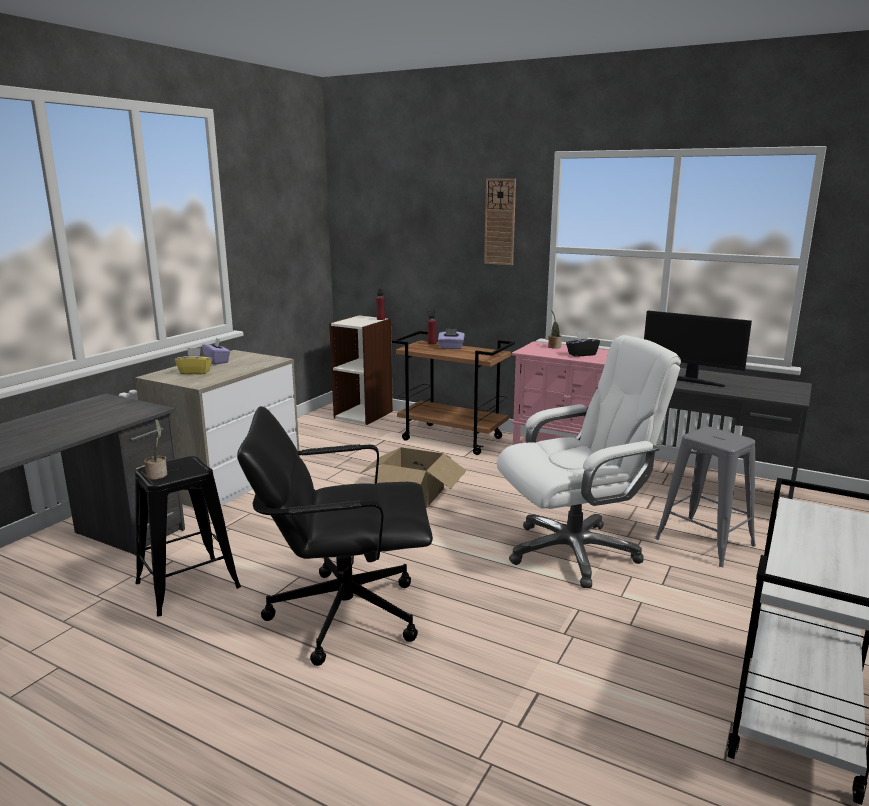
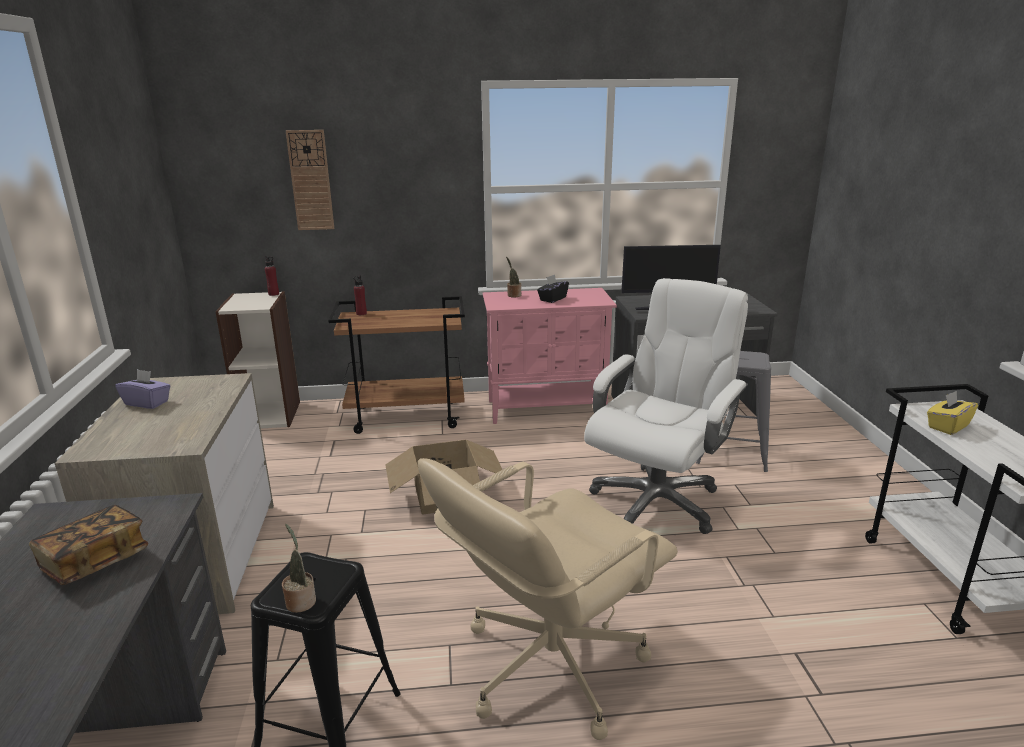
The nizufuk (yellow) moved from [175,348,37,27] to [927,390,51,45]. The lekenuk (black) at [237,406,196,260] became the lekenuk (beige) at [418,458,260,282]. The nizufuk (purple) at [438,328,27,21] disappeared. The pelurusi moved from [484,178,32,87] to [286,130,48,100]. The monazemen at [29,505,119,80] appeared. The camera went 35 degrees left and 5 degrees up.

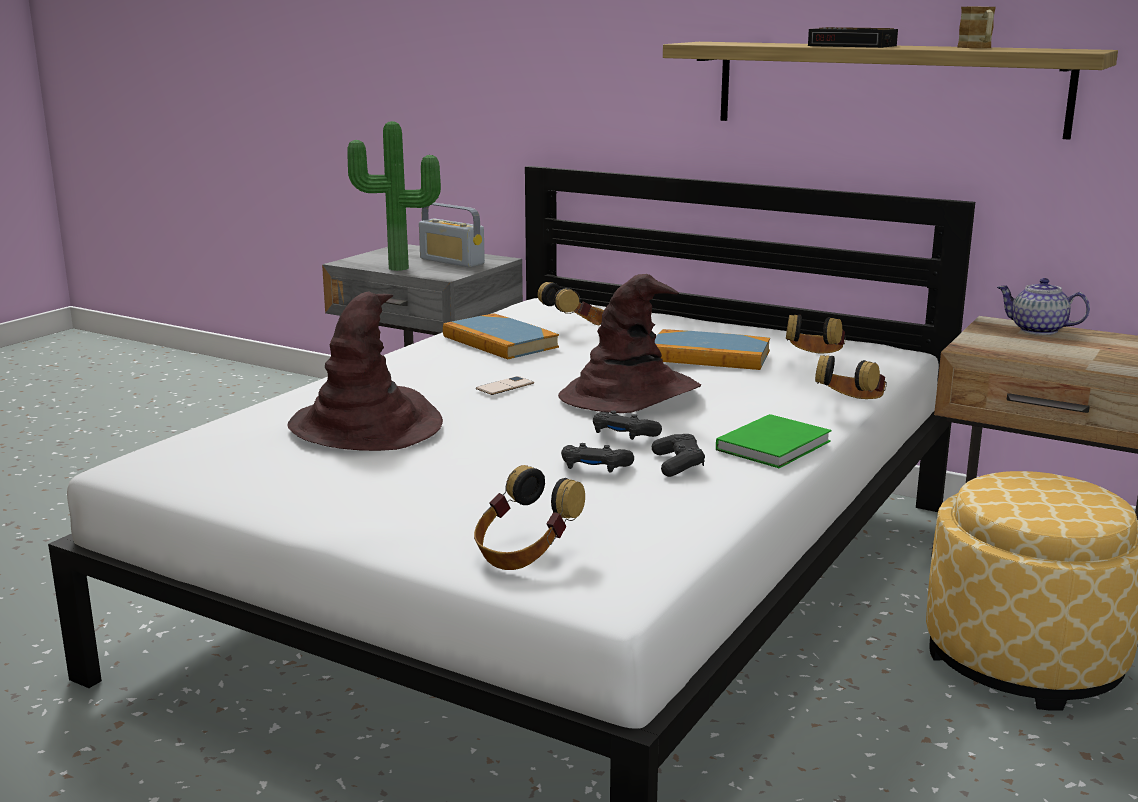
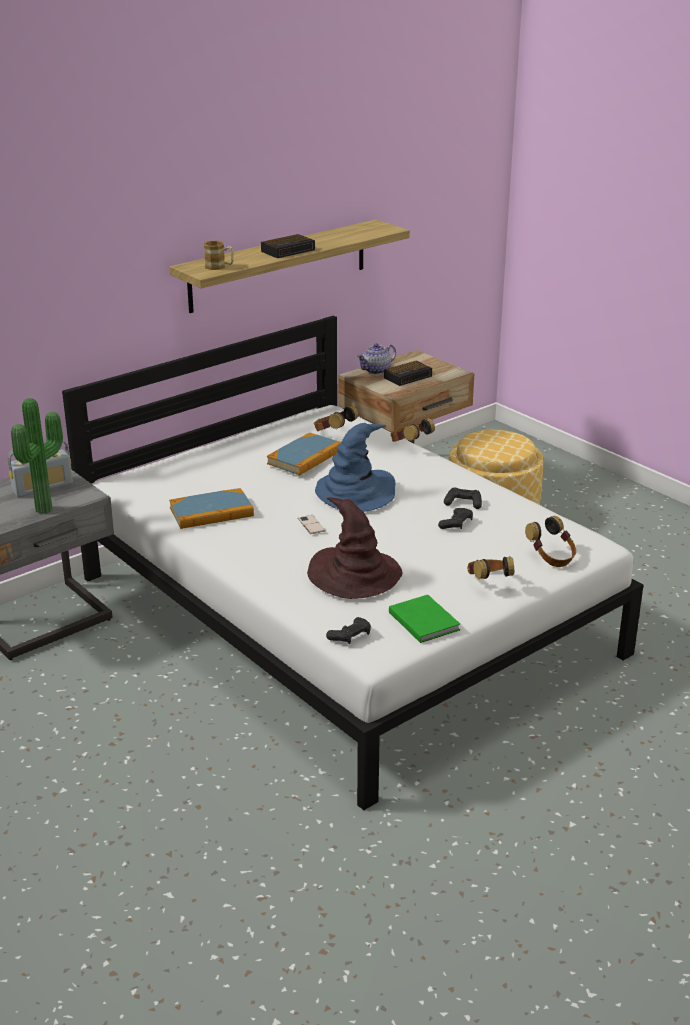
The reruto moved from [537,282,67,43] to [467,556,47,23]. The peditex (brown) at [558,274,143,139] became the peditex (blue) at [315,423,80,89]. The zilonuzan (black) moved from [593,411,69,29] to [326,617,45,27]. The monazemen (green) moved from [716,414,115,54] to [389,595,71,48]. The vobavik moved from [957,7,39,41] to [204,241,30,29]. The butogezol at [384,361,48,25] appeared. The camera went 70 degrees left and 10 degrees up.

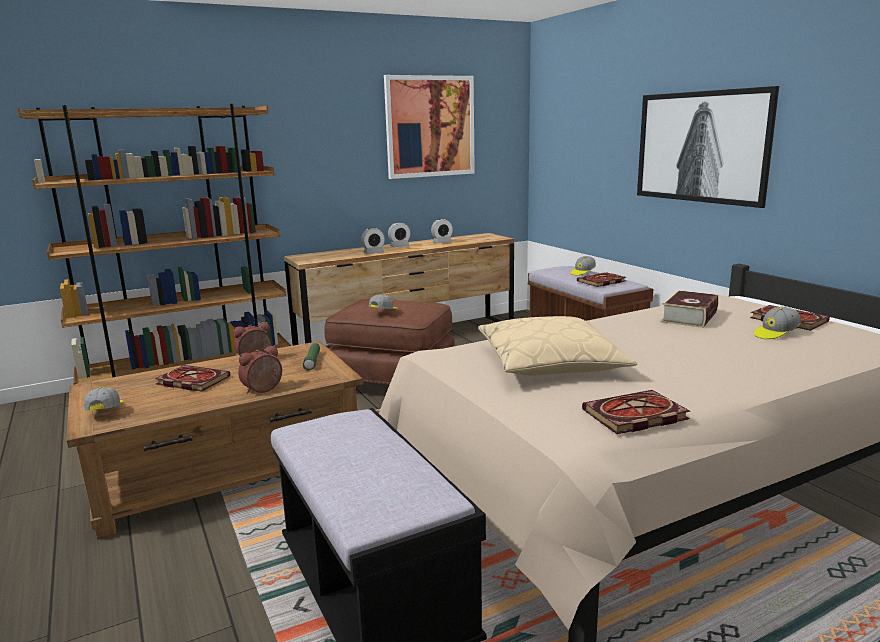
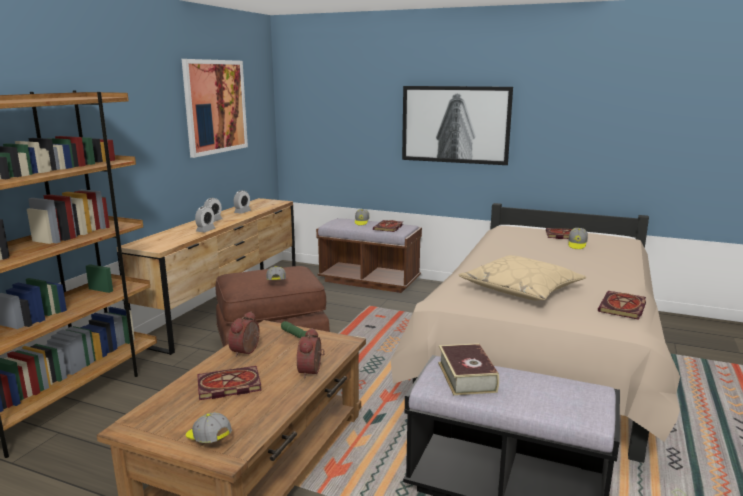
The monazemen moved from [661,290,58,38] to [438,343,61,52]. The camera went 40 degrees left and 0 degrees up.

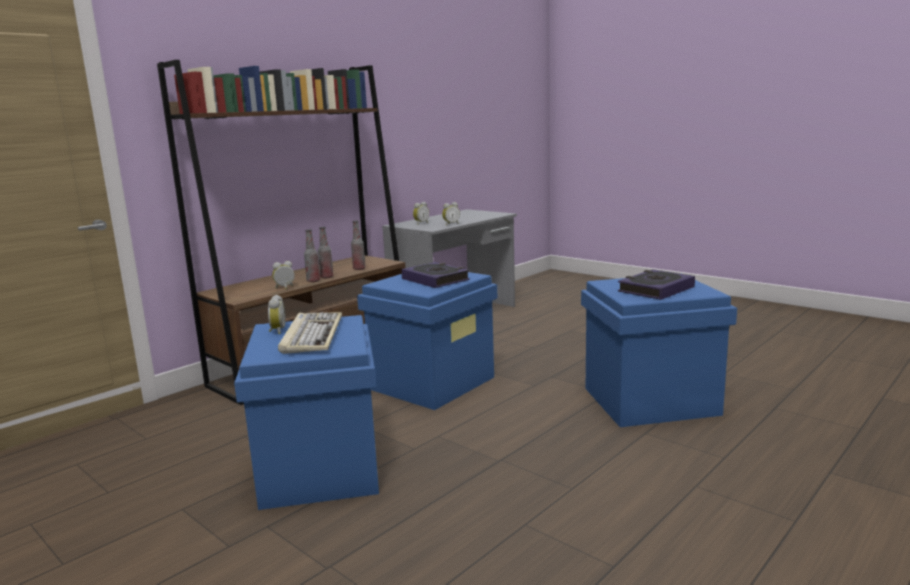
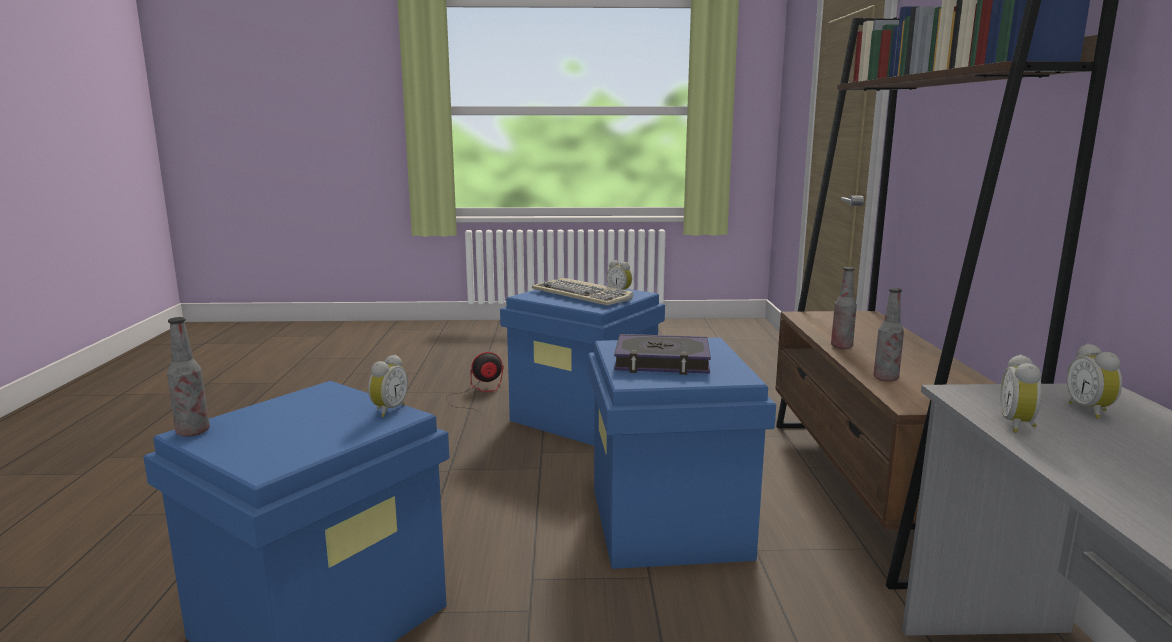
The butogezol moved from [272,261,23,28] to [368,354,40,63]. The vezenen moved from [318,227,16,51] to [167,317,43,120]. The monazemen at [618,269,77,31] disappeared. The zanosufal at [446,352,58,64] appeared. The camera went 135 degrees right and 0 degrees up.

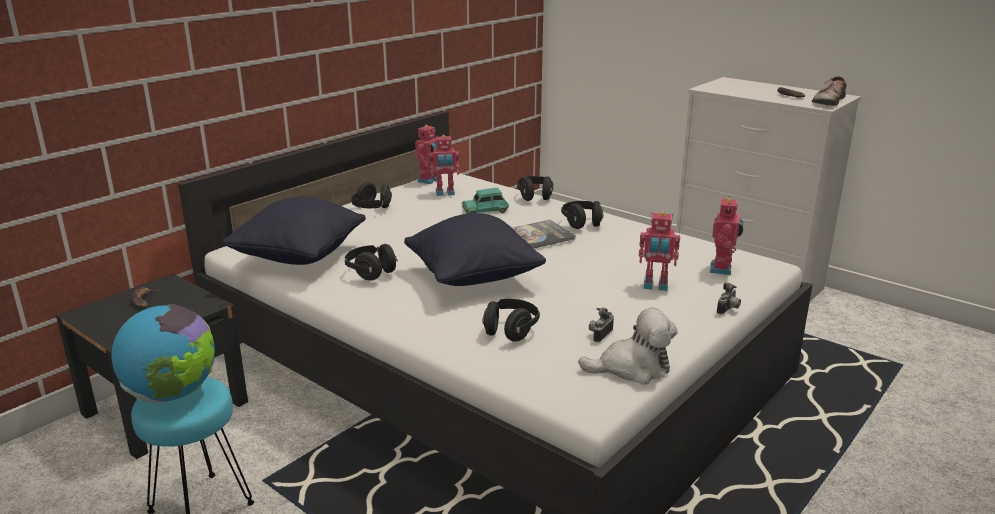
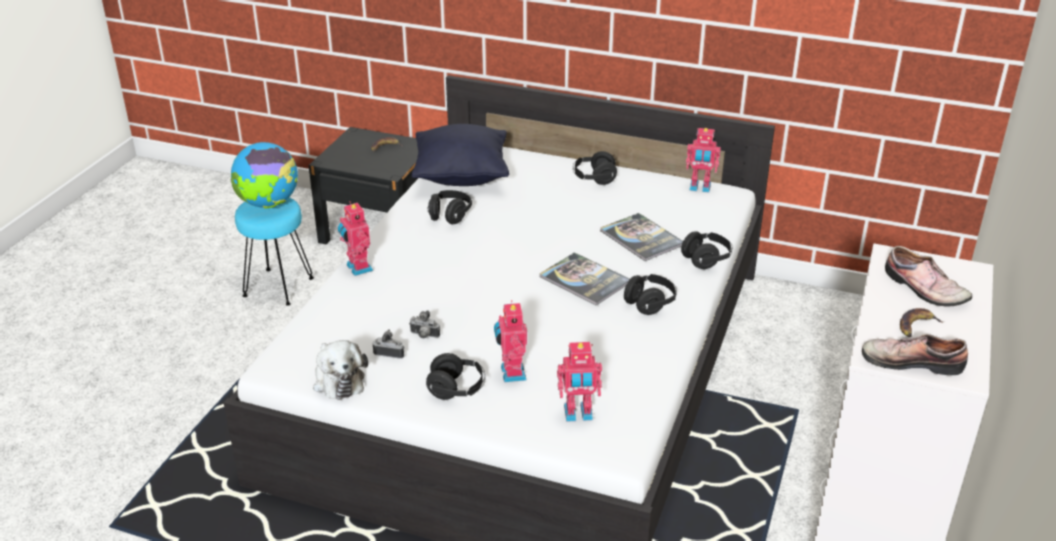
The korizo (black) at [404,213,142,73] disappeared. The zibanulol moved from [429,135,31,61] to [338,201,35,75]. The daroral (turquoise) at [462,188,47,26] was replaced by the monazemen at [600,213,83,48]. The reruto (black) moved from [483,299,57,43] to [426,353,59,47]. The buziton moved from [717,283,24,31] to [409,310,31,28]. The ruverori at [885,246,87,60] appeared. The camera went 70 degrees right and 10 degrees up.

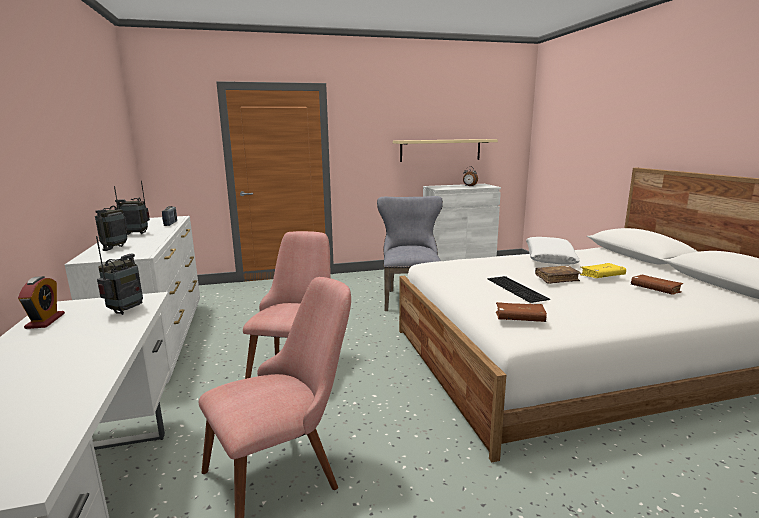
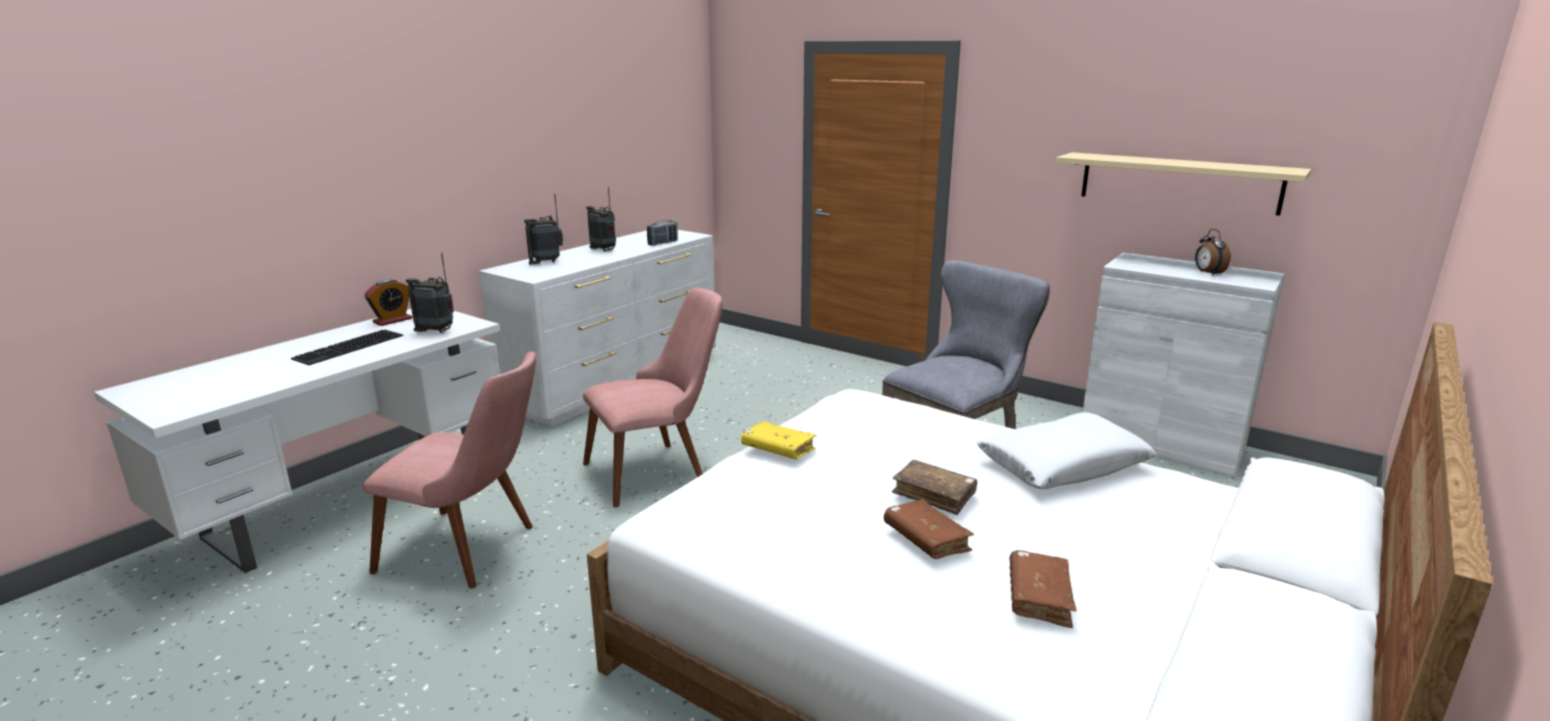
The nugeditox at [96,236,47,79] turned 150 degrees counterclockwise. The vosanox moved from [487,276,63,27] to [291,330,112,35]. The monazemen (brown) moved from [496,302,51,20] to [884,499,90,60]. The monazemen (yellow) moved from [580,263,46,15] to [741,421,75,38]. The camera went 50 degrees right and 5 degrees up.

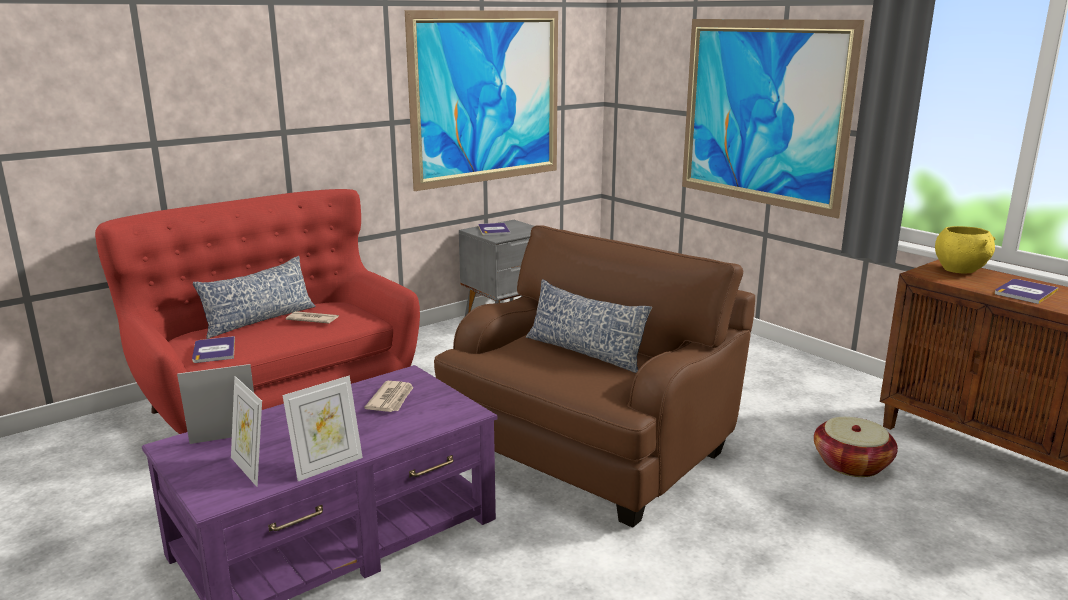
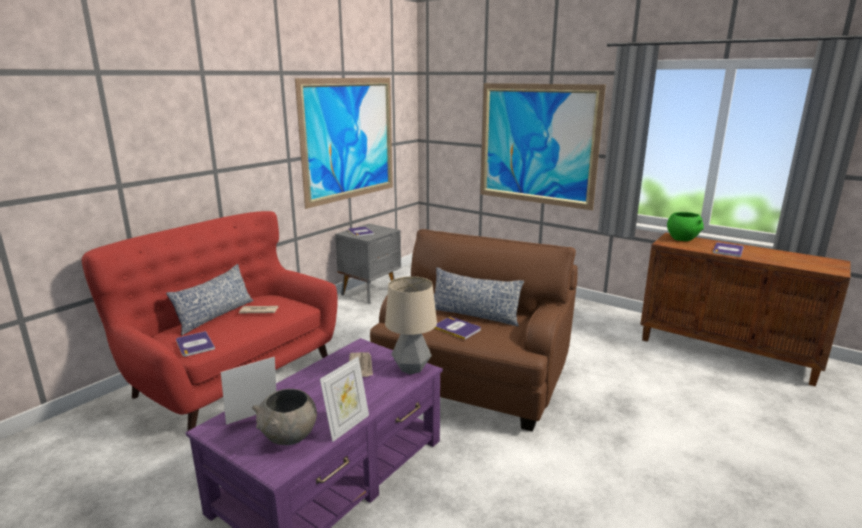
The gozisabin at [231,376,31,111] was replaced by the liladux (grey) at [252,389,65,56]. The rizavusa at [814,417,84,60] disappeared. The liladux (yellow) at [935,226,60,47] became the liladux (green) at [667,212,37,29]. The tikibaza at [385,276,52,99] appeared. The monazemen at [435,317,46,23] appeared. The camera went 15 degrees left and 0 degrees up.

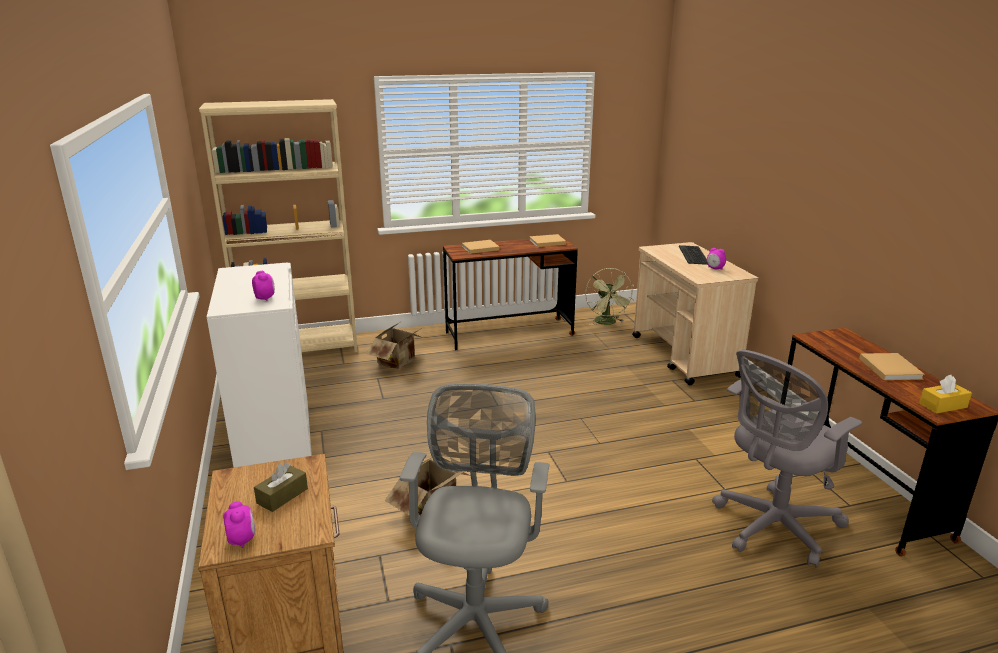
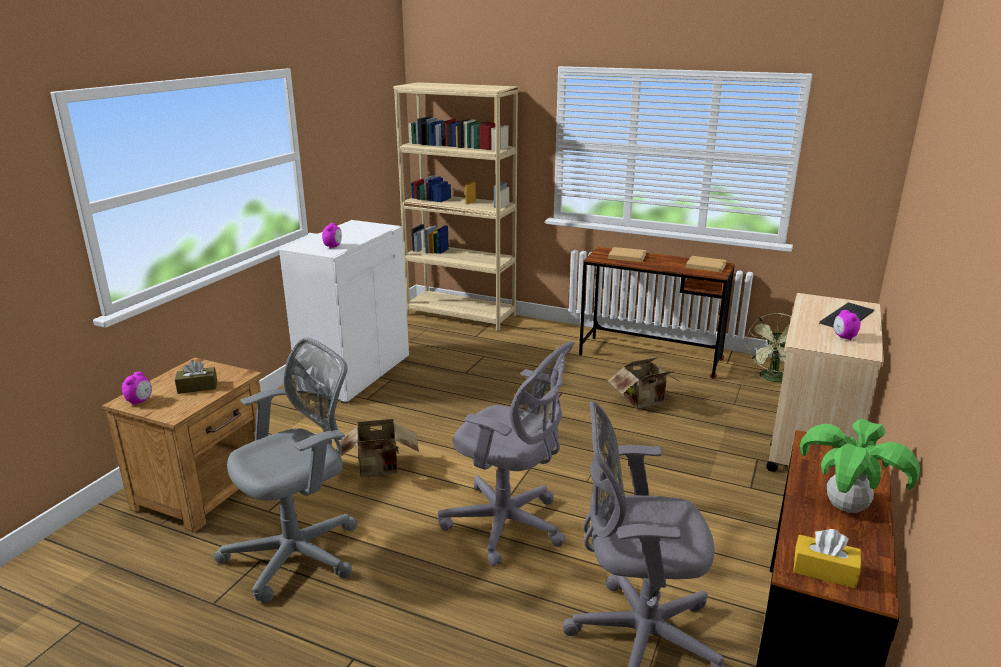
The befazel moved from [366,322,57,47] to [608,357,73,52]. The monazemen (beige) at [859,353,66,27] was replaced by the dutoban at [800,419,120,94]. The lekenuk (grey) at [438,341,137,225] appeared. The camera went 40 degrees right and 0 degrees up.

